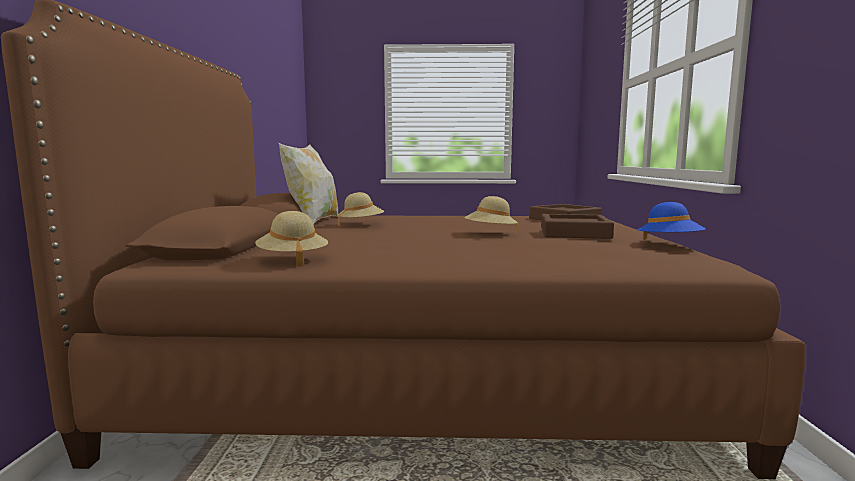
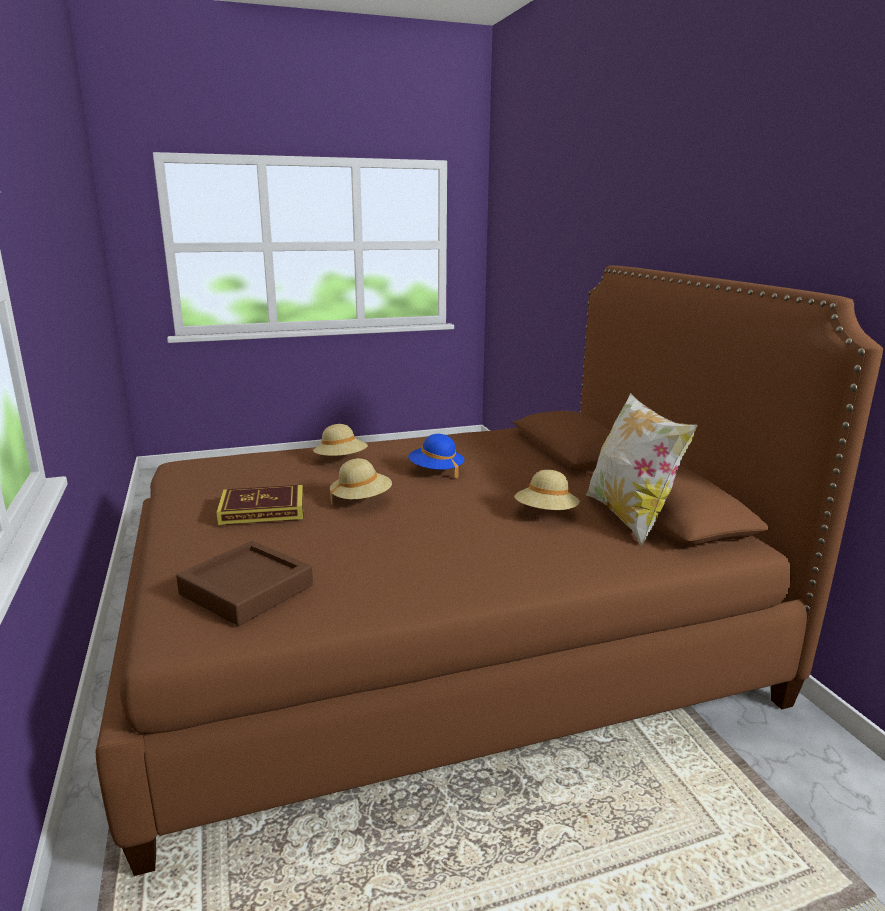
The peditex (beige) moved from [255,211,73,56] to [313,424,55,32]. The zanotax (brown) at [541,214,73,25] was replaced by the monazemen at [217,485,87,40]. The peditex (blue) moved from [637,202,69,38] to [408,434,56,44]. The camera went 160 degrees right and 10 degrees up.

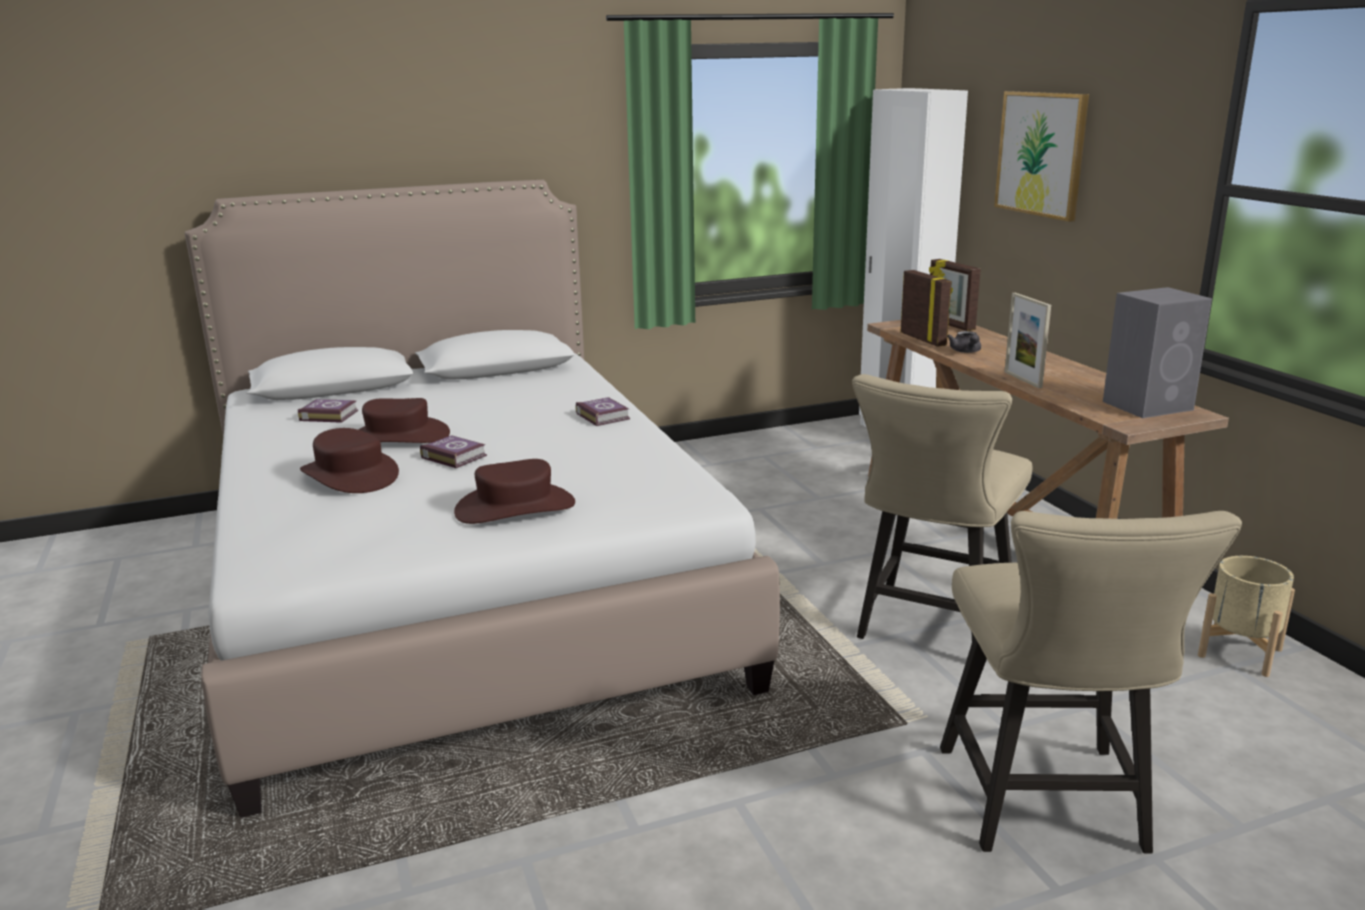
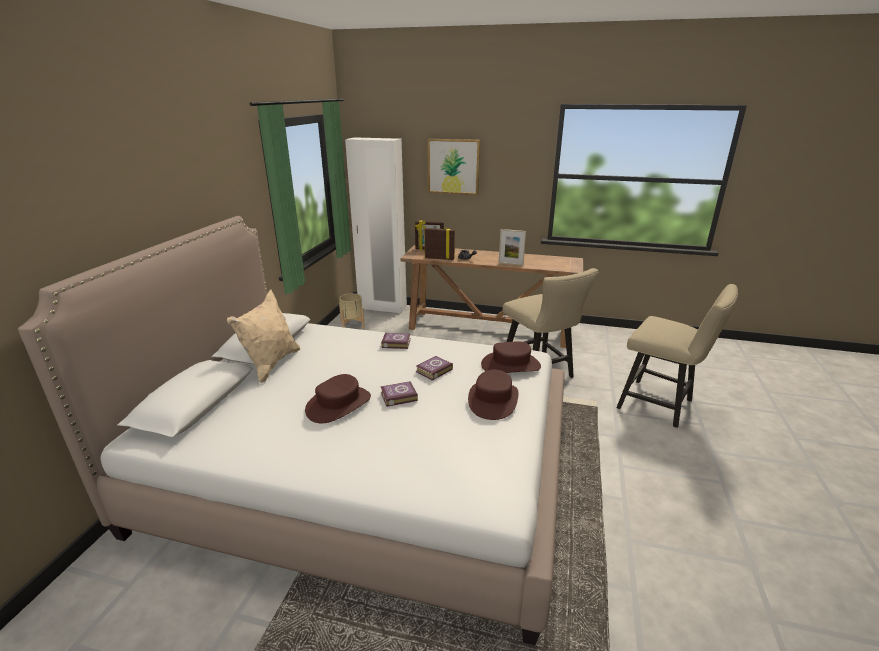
The monazemen moved from [298,399,60,24] to [416,356,37,24]. The peditex (brown) moved from [300,428,99,65] to [481,342,60,31]. The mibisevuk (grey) at [1103,287,109,131] disappeared. The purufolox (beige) moved from [1198,556,97,121] to [339,293,26,36]. The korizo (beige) at [227,289,73,94] appeared. The camera went 55 degrees left and 5 degrees up.

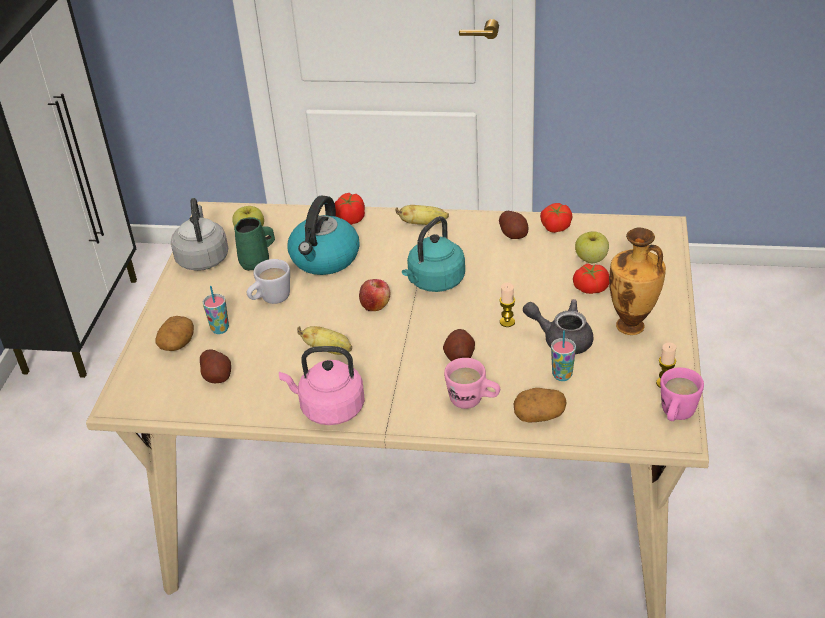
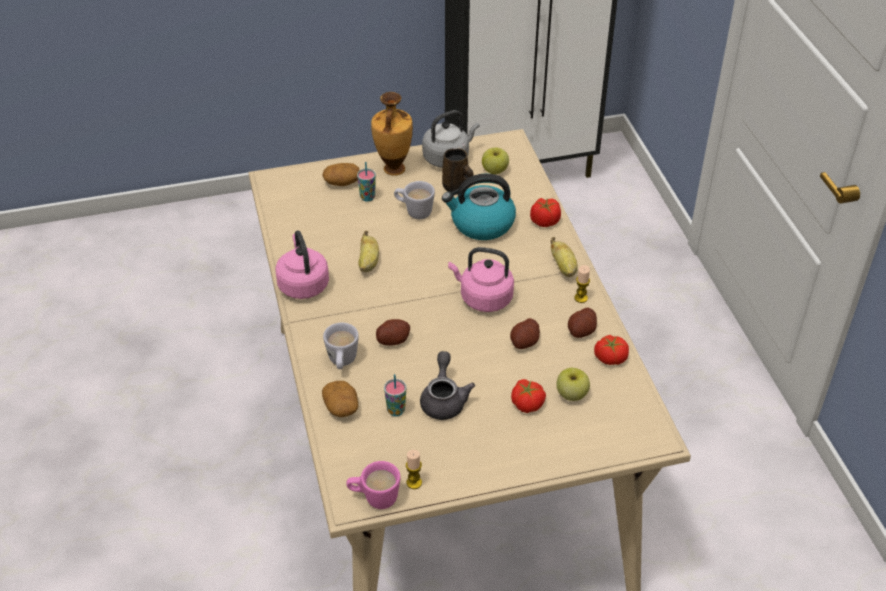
The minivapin moved from [200,349,31,34] to [510,318,30,31]. The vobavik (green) at [234,217,41,54] became the vobavik (brown) at [442,148,32,44]. The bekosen at [359,279,32,32] disappeared. The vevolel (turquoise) at [402,216,63,76] became the vevolel (pink) at [448,247,66,65]. The vobavik (pink) at [444,358,56,51] became the vobavik (white) at [323,323,36,46]. The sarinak moved from [499,283,16,44] to [574,265,16,38]. The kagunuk moved from [609,228,57,107] to [371,92,42,83]. The camera went 65 degrees right and 5 degrees up.

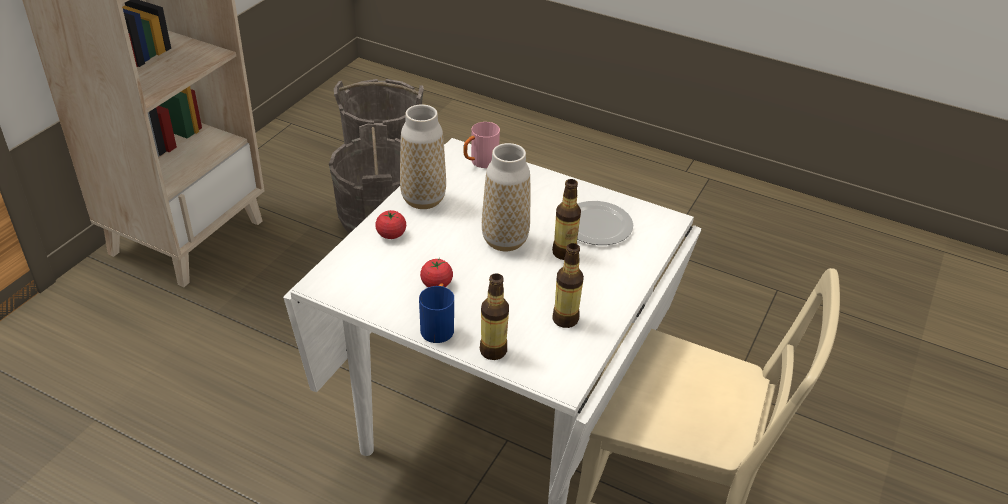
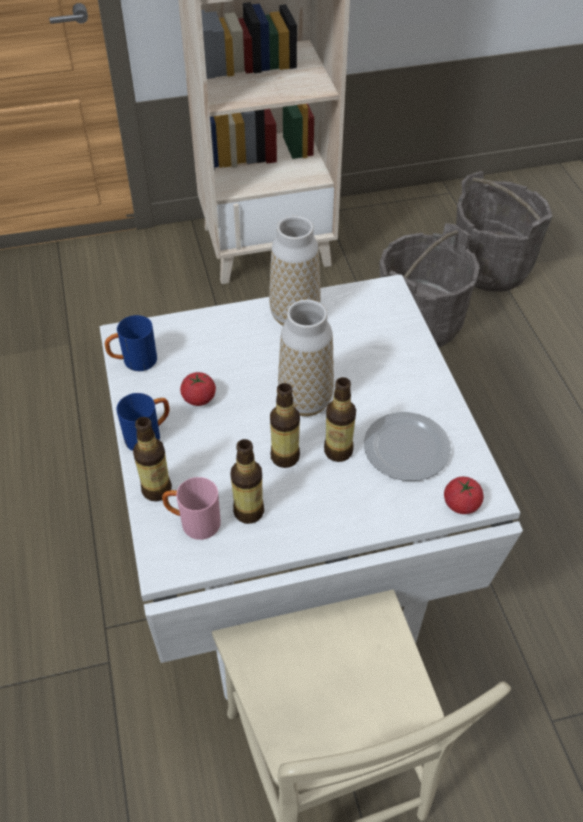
The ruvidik moved from [375,210,31,29] to [444,477,40,37]. The vobavik (pink) moved from [463,122,37,46] to [162,477,59,63]. The vobavik (blue) at [105,315,52,56] appeared. The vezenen at [270,383,30,85] appeared. The camera went 50 degrees right and 10 degrees up.

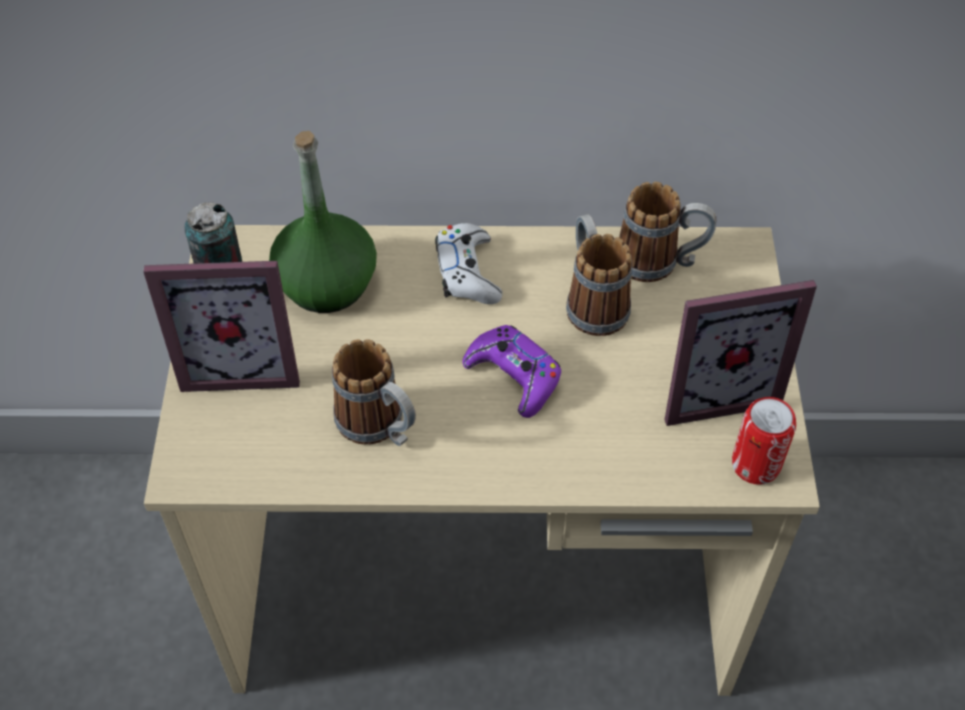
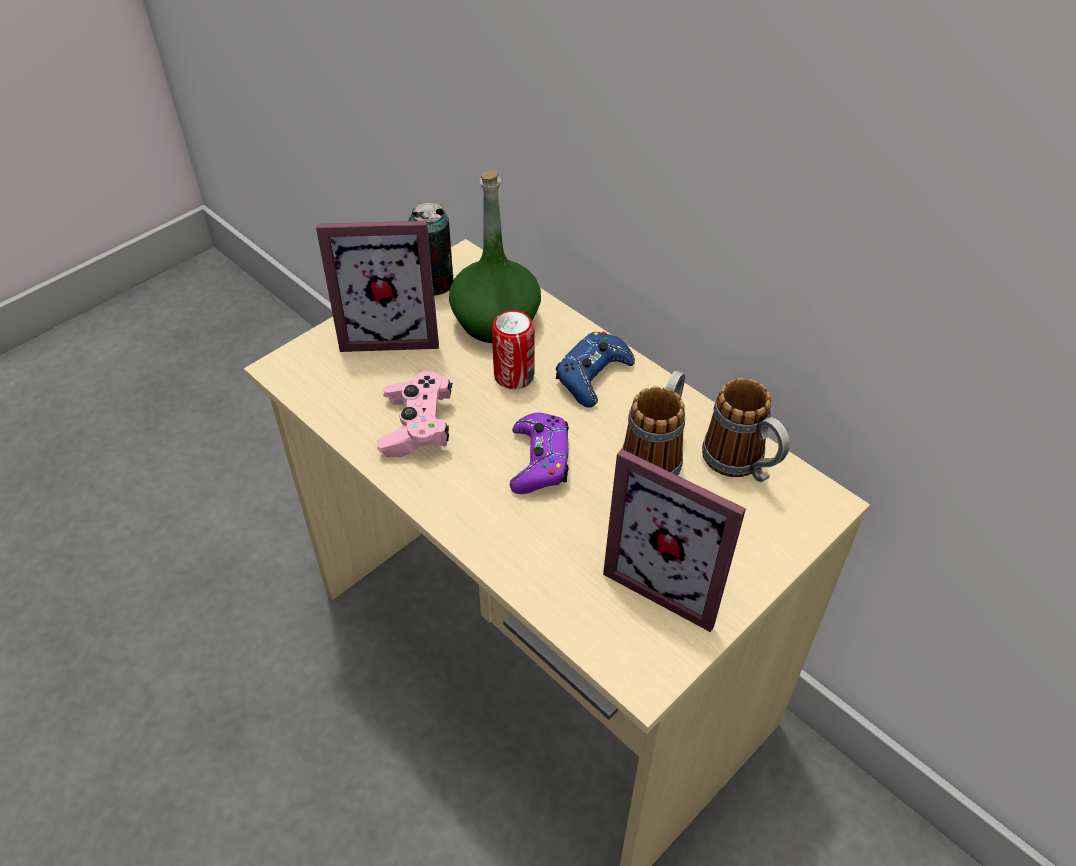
The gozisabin at [143,261,157,131] turned 45 degrees counterclockwise. The vobavik at [332,339,84,107] was replaced by the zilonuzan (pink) at [377,371,75,86]. The zilonuzan (white) at [435,223,67,81] became the zilonuzan (blue) at [556,331,79,77]. The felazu moved from [732,397,64,88] to [492,310,43,79]. The camera went 45 degrees right and 5 degrees down.

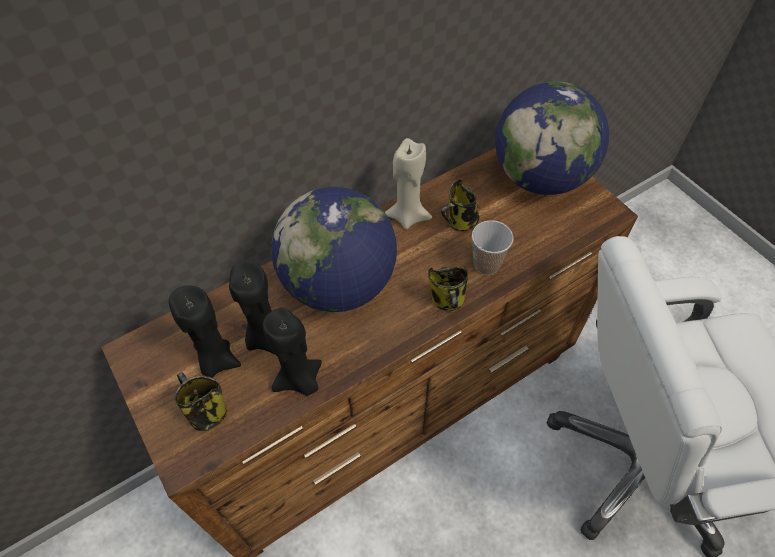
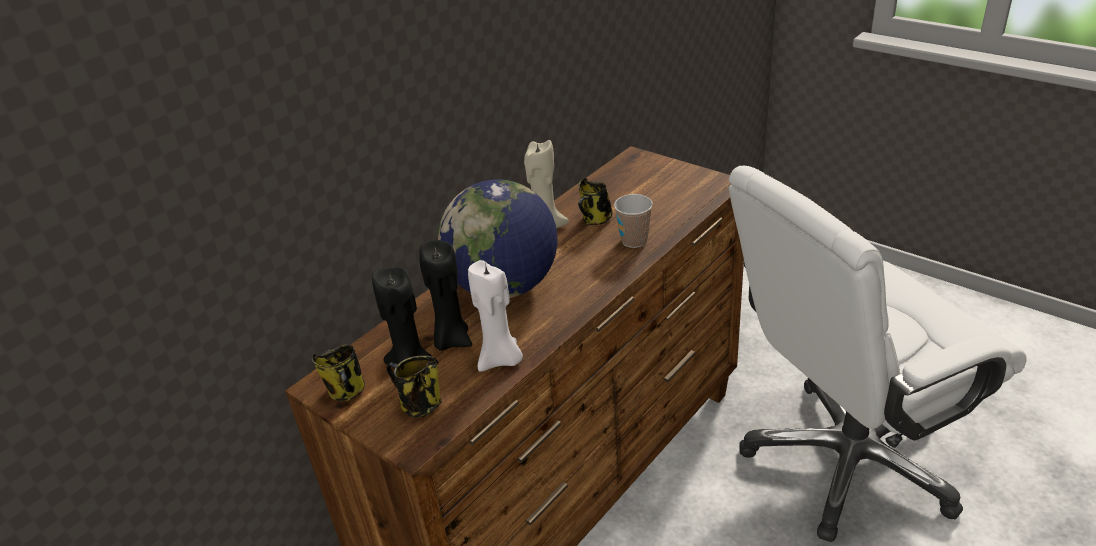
The sarinak (black) at [263,308,59,88] became the sarinak (white) at [468,260,55,112]. The vobavik moved from [428,266,40,45] to [311,344,54,57]. The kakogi at [495,82,114,113] disappeared. The camera went 15 degrees left and 20 degrees down.

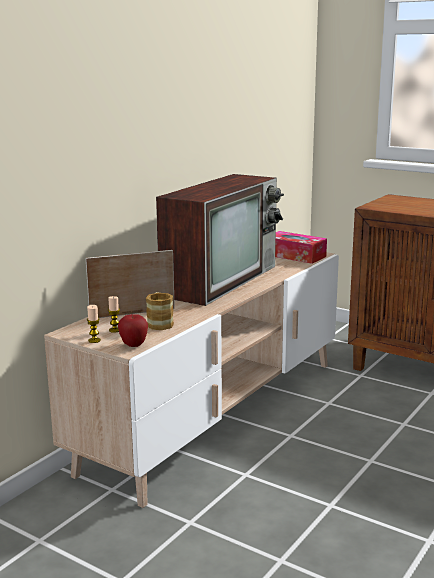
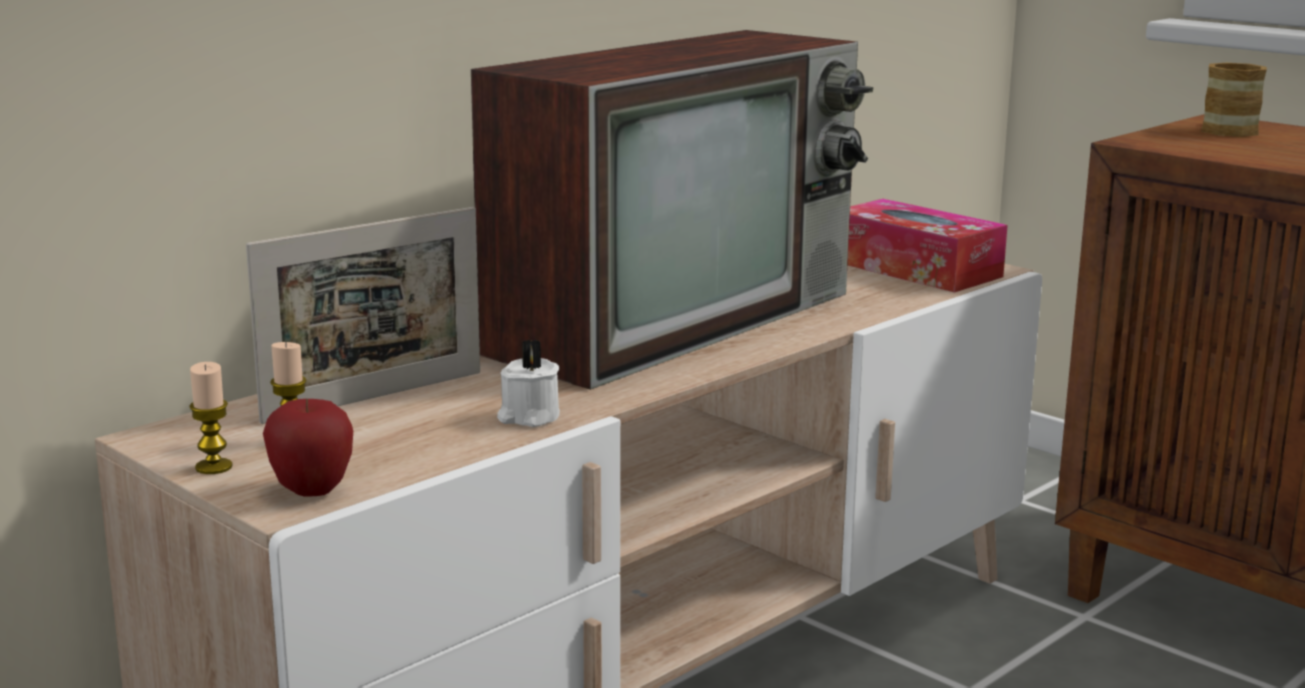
The gozisabin at [86,250,89,68] turned 150 degrees clockwise. The vobavik moved from [146,292,28,38] to [1201,63,66,74]. The sarinak (white) at [497,339,63,88] appeared. The camera went 10 degrees right and 0 degrees up.

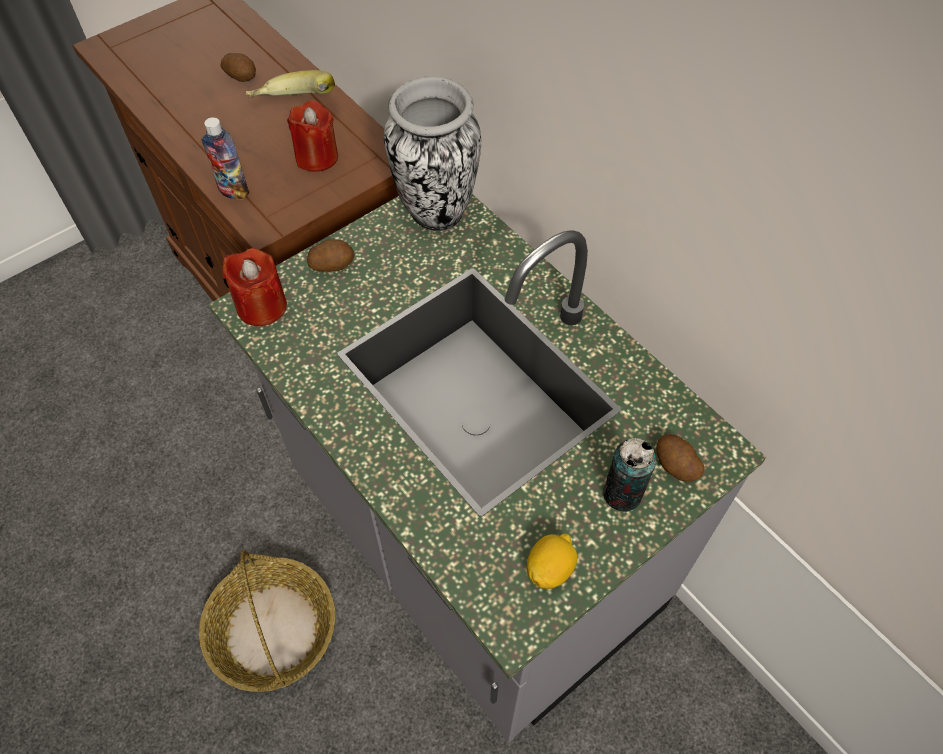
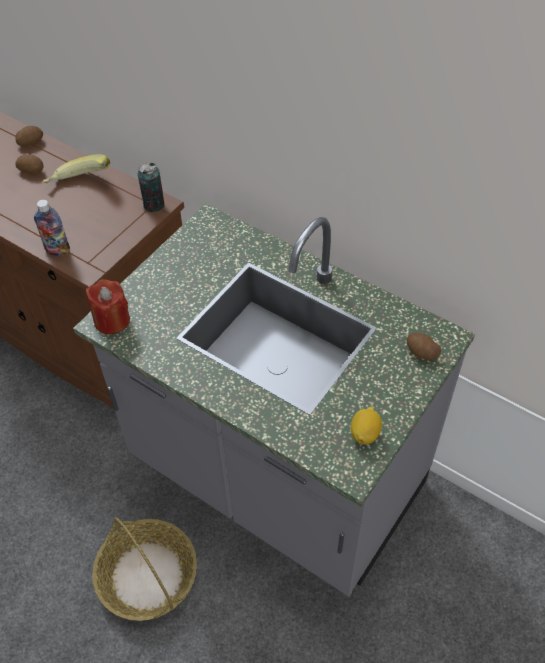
The sarinak (red) at [287,100,51,72] disappeared. The minivapin moved from [307,240,48,32] to [15,126,28,20]. The kagunuk at [384,76,97,155] disappeared. The felazu moved from [602,438,54,74] to [138,163,27,49]. The camera went 15 degrees left and 5 degrees down.

